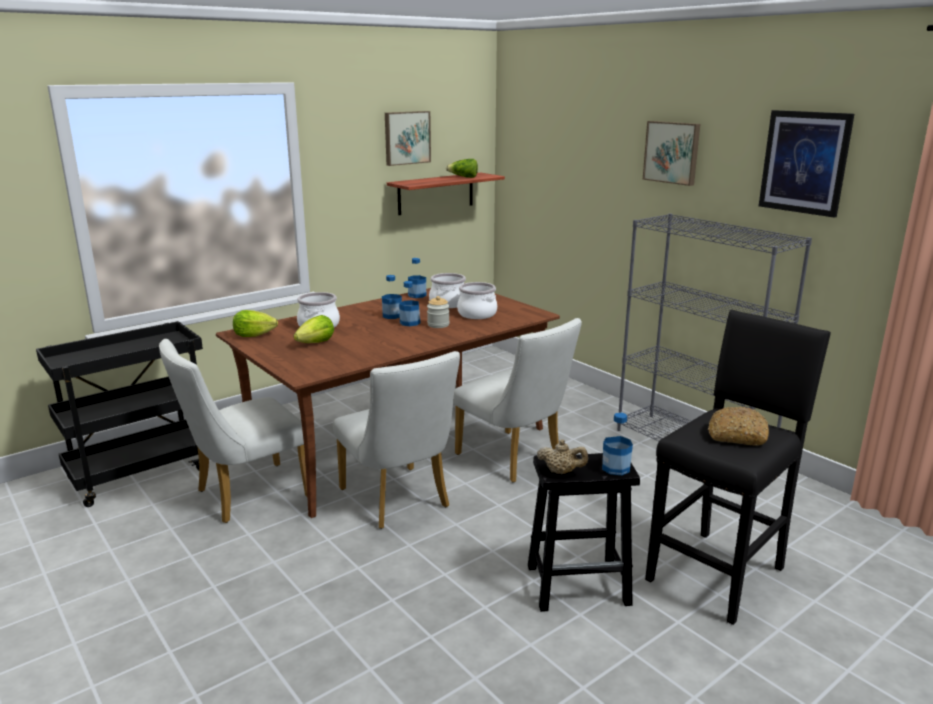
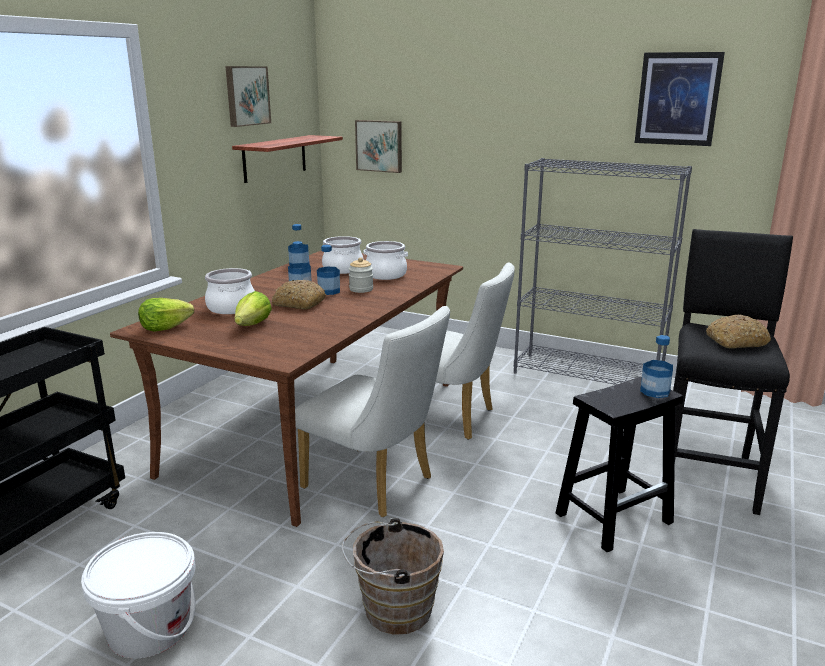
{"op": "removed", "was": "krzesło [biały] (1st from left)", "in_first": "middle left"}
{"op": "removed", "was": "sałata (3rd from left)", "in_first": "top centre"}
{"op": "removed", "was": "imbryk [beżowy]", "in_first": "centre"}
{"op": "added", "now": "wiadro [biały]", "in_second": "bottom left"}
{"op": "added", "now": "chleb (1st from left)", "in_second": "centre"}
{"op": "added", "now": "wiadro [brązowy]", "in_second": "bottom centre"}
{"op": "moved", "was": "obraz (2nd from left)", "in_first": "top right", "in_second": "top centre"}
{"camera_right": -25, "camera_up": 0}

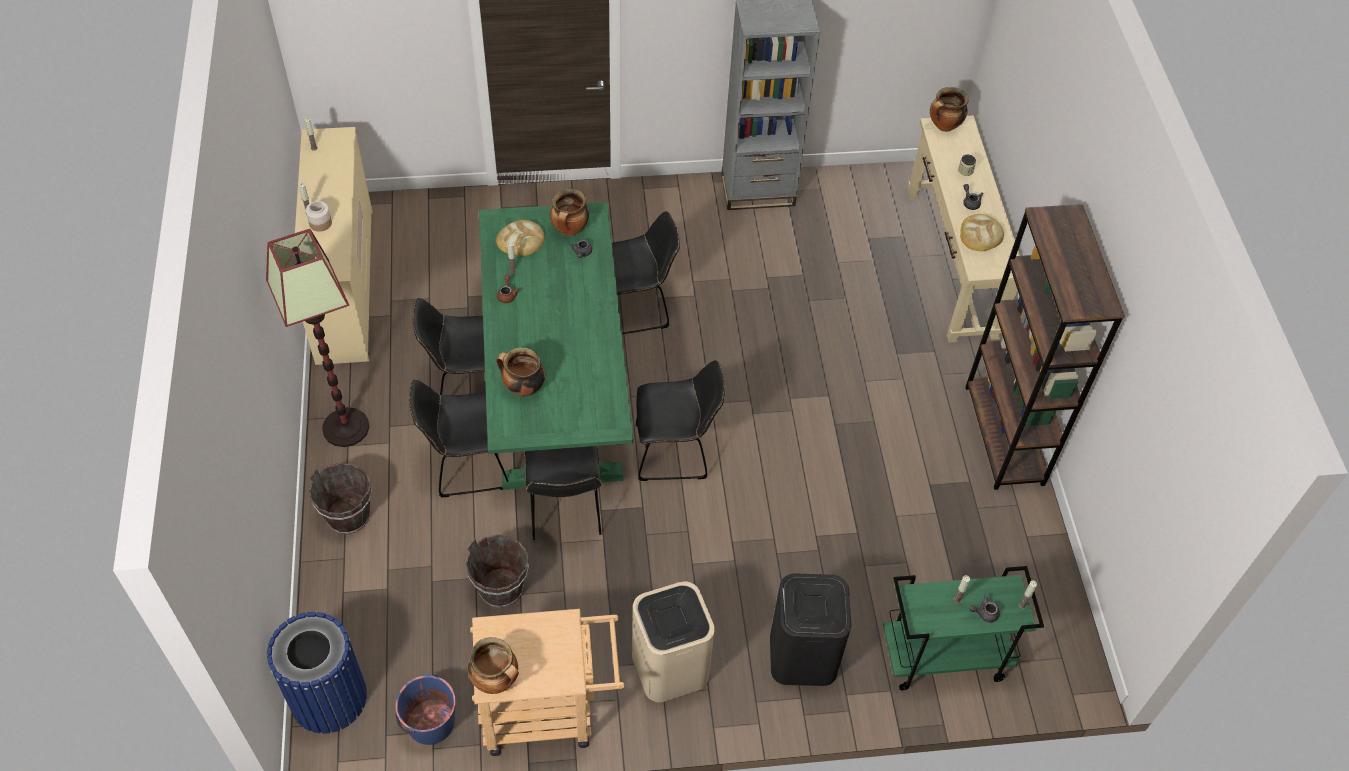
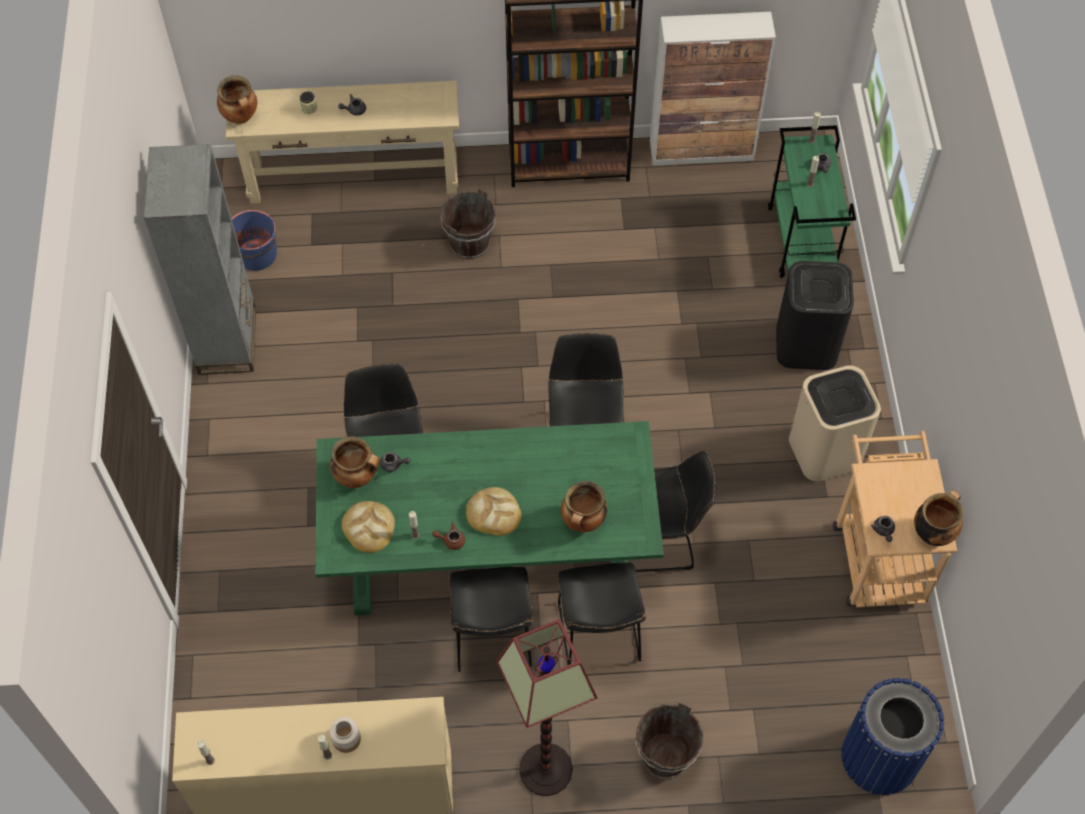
{"op": "added", "now": "szafka", "in_second": "top centre"}
{"op": "added", "now": "imbryk [szary] (4th from left)", "in_second": "middle right"}
{"op": "moved", "was": "wiadro [niebieski]", "in_first": "bottom left", "in_second": "top left"}
{"op": "moved", "was": "wiadro [brązowy] (2nd from left in the first image)", "now": "wiadro [brązowy] (1st from left)", "in_first": "bottom centre", "in_second": "top centre"}
{"op": "moved", "was": "chleb (2nd from left)", "in_first": "top right", "in_second": "centre"}
{"camera_right": -85, "camera_up": 5}

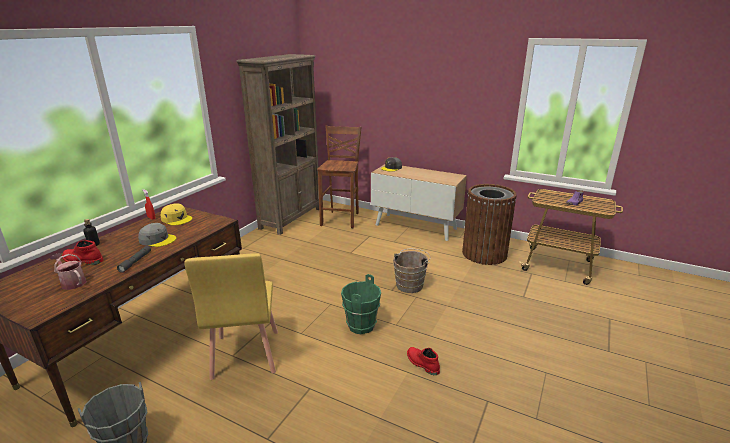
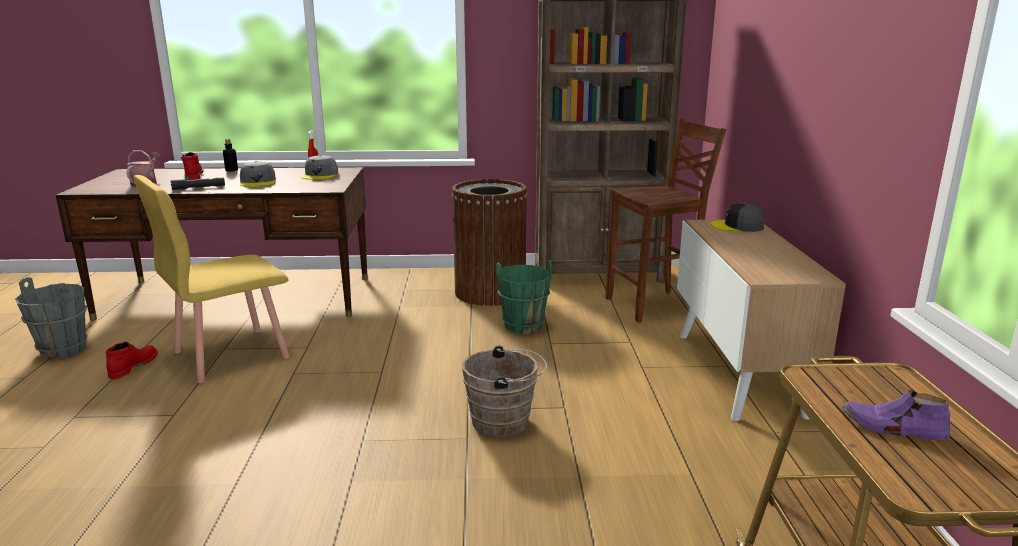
{"op": "moved", "was": "wiadro [zielony]", "in_first": "bottom centre", "in_second": "centre"}
{"op": "moved", "was": "but z cholewką [czerwony] (2nd from left in the first image)", "now": "but z cholewką [czerwony] (1st from left)", "in_first": "bottom centre", "in_second": "middle left"}
{"op": "moved", "was": "kosz na śmieci [brązowy]", "in_first": "middle right", "in_second": "centre"}
{"op": "recoloured", "was": "czapka z daszkiem [żółty]", "now": "czapka z daszkiem [szary] (2nd from left)", "in_first": "middle left", "in_second": "top left"}
{"camera_right": 60, "camera_up": -5}

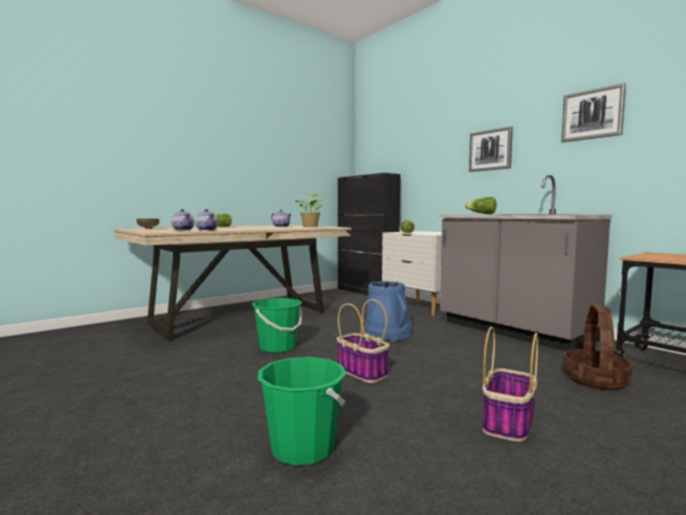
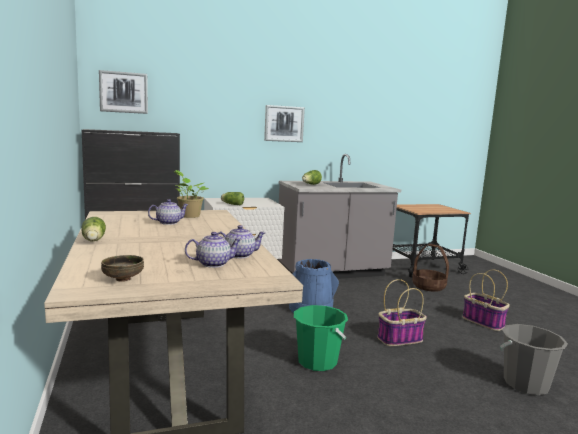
{"op": "moved", "was": "obraz (2nd from left in the first image)", "now": "obraz (1st from left)", "in_first": "top right", "in_second": "top left"}
{"op": "recoloured", "was": "wiadro [zielony] (2nd from left)", "now": "wiadro [szary]", "in_first": "bottom centre", "in_second": "bottom right"}
{"camera_right": -70, "camera_up": 5}

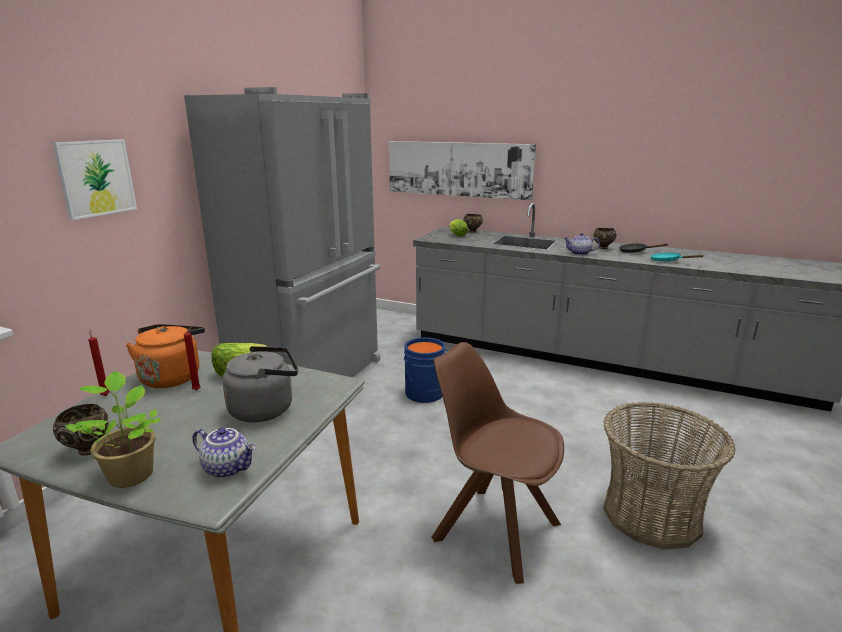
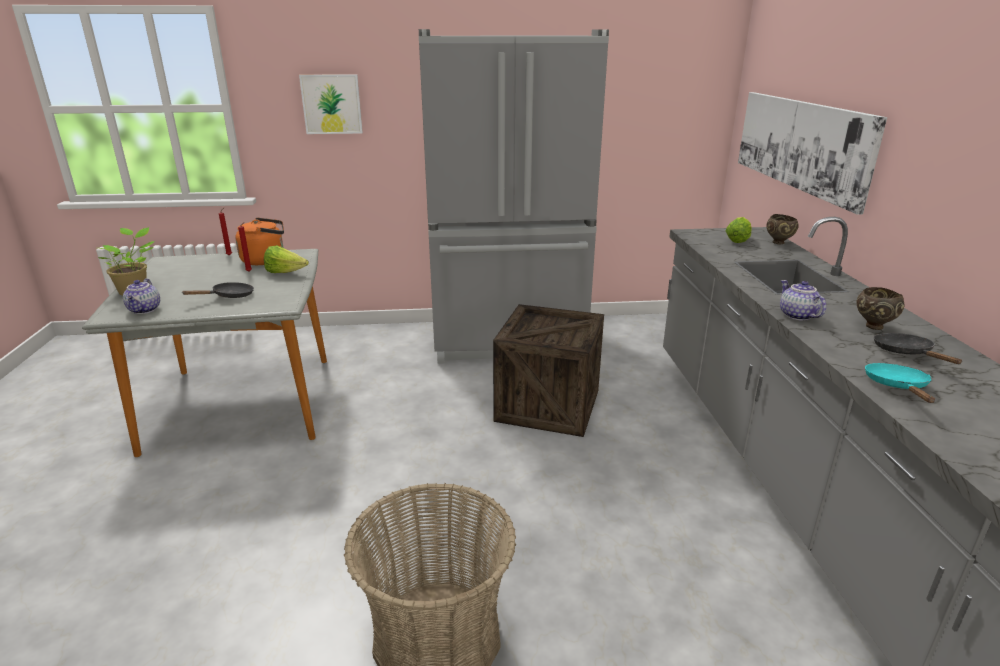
{"op": "removed", "was": "miska [brązowy] (1st from left)", "in_first": "bottom left"}
{"op": "removed", "was": "krzesło [brązowy]", "in_first": "bottom centre"}
{"op": "replaced", "was": "czajnik [szary]", "now": "patelnia [czarny] (1st from left)", "in_first": "middle left", "in_second": "middle left"}
{"op": "replaced", "was": "wiadro [niebieski]", "now": "skrzynka", "in_first": "centre", "in_second": "centre"}
{"camera_right": 60, "camera_up": 5}

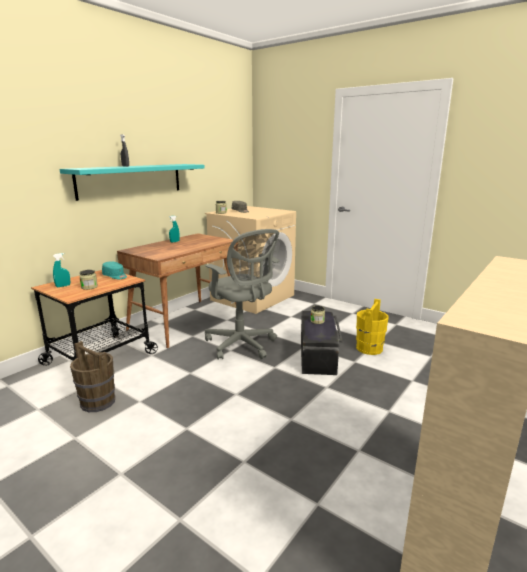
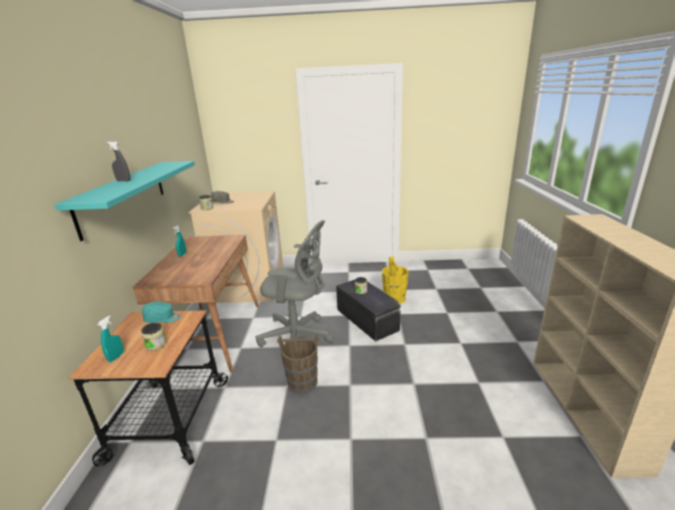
{"op": "moved", "was": "wiadro [brązowy]", "in_first": "middle left", "in_second": "bottom centre"}
{"camera_right": -35, "camera_up": 5}

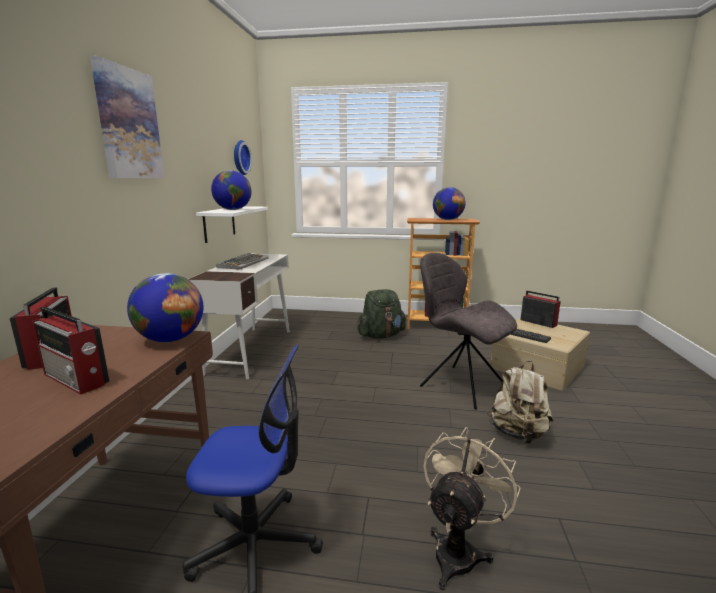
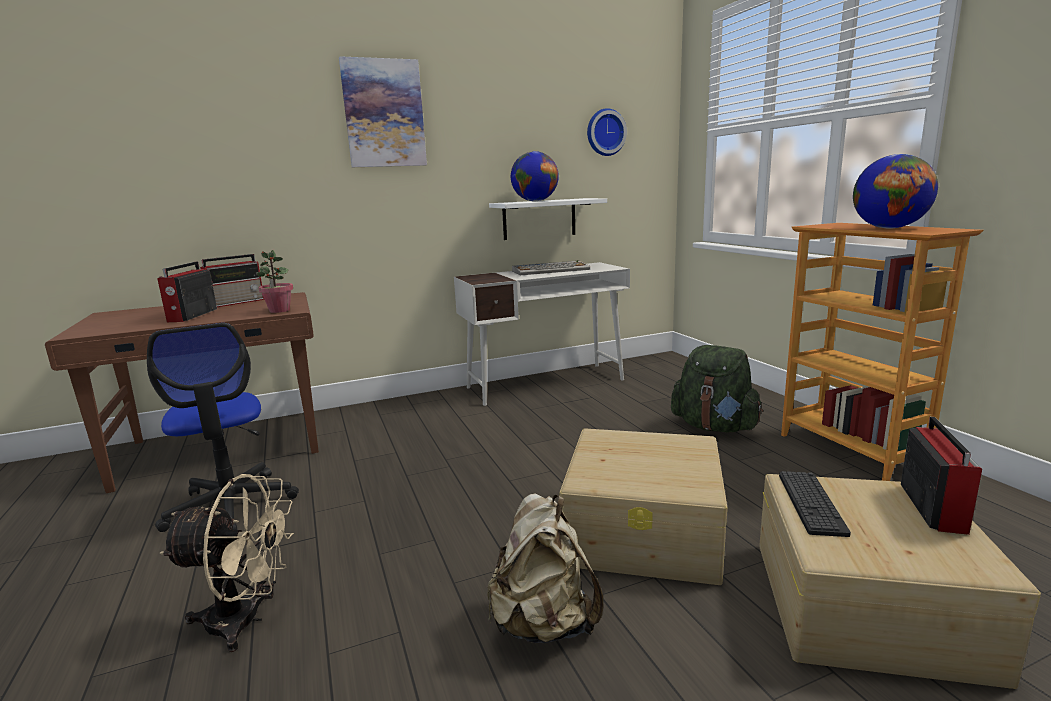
{"op": "replaced", "was": "globus (1st from left)", "now": "roślina doniczkowa", "in_first": "middle left", "in_second": "middle left"}
{"op": "replaced", "was": "krzesło [szary]", "now": "pojemnik do przechowywania [beżowy] (1st from left)", "in_first": "centre", "in_second": "bottom centre"}
{"camera_right": 60, "camera_up": 0}

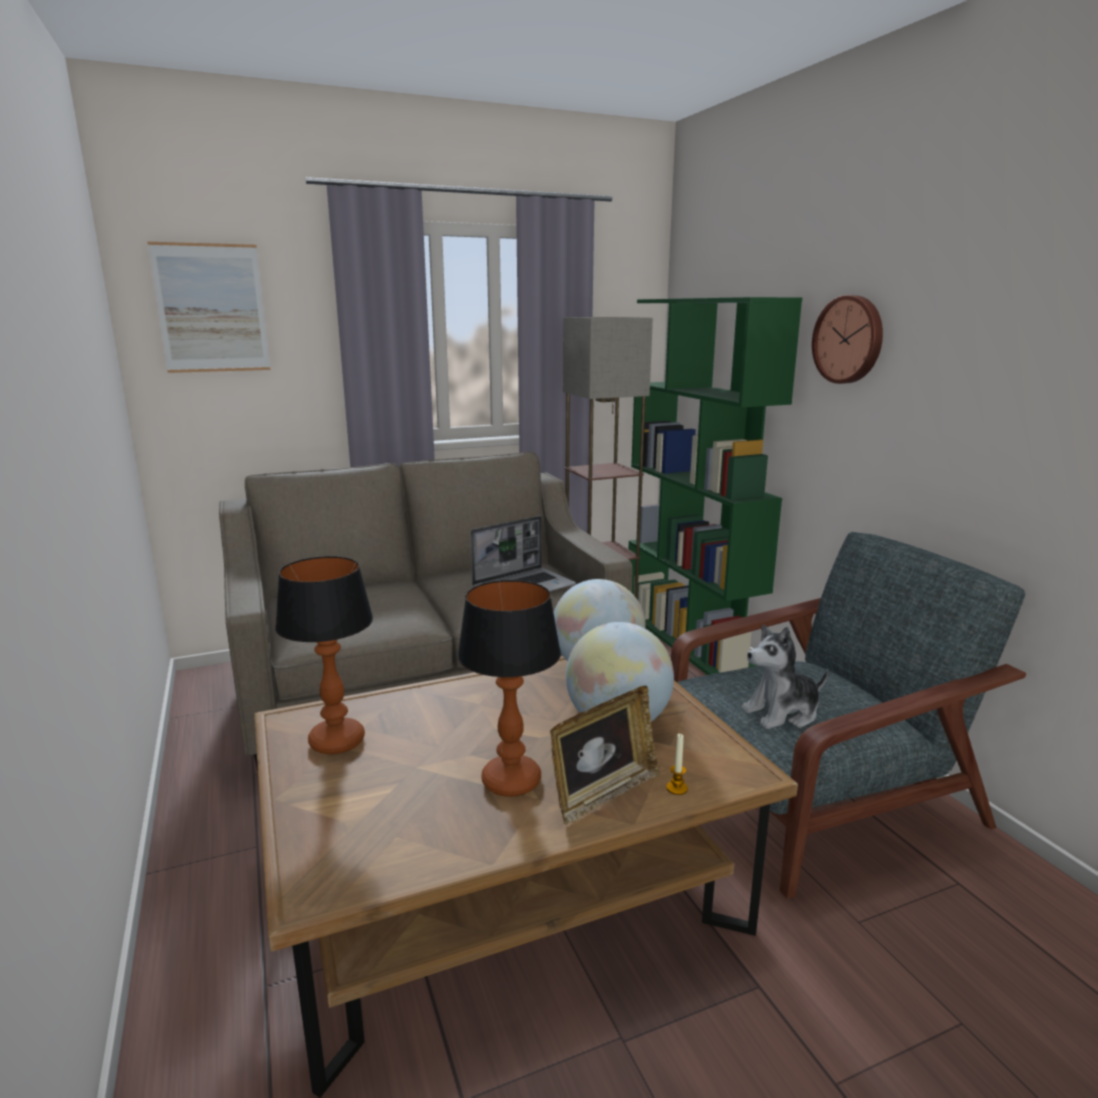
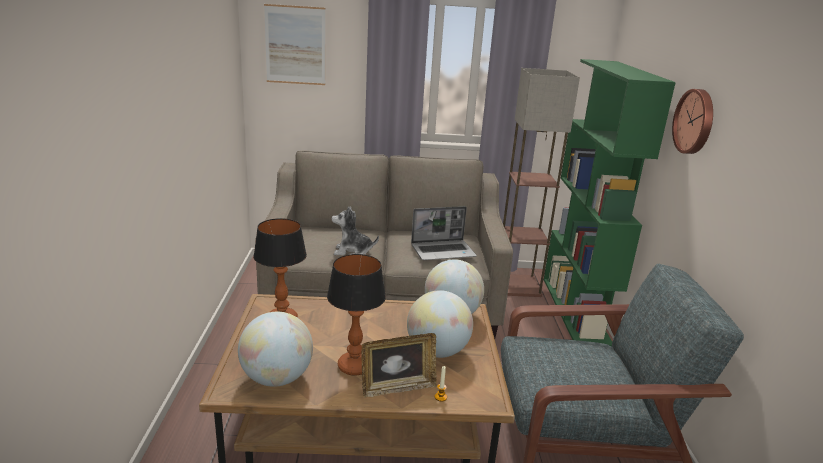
{"op": "added", "now": "globus (1st from left)", "in_second": "bottom centre"}
{"op": "moved", "was": "pluszak", "in_first": "middle right", "in_second": "centre"}
{"camera_right": 20, "camera_up": 5}

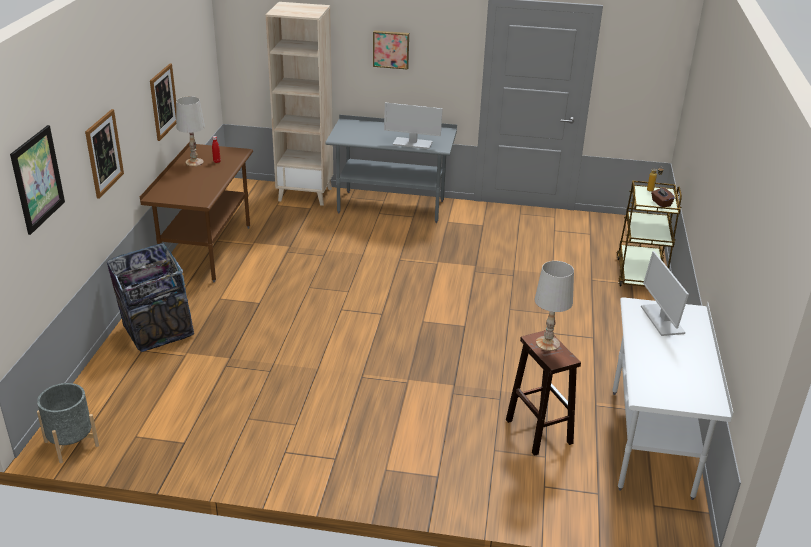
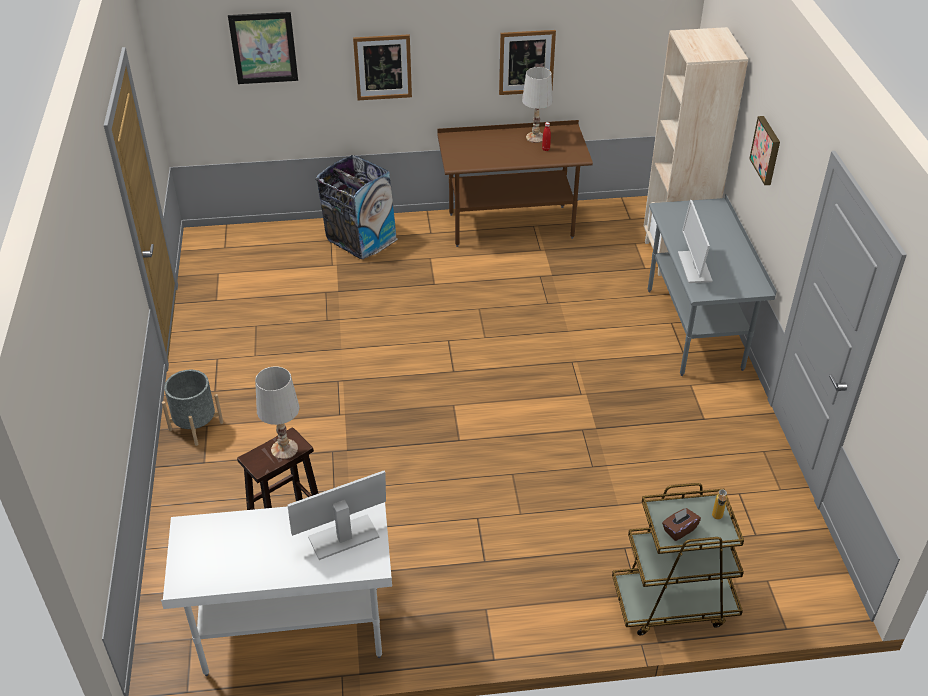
{"op": "moved", "was": "donica [szary]", "in_first": "bottom left", "in_second": "middle left"}
{"camera_right": 75, "camera_up": 10}

